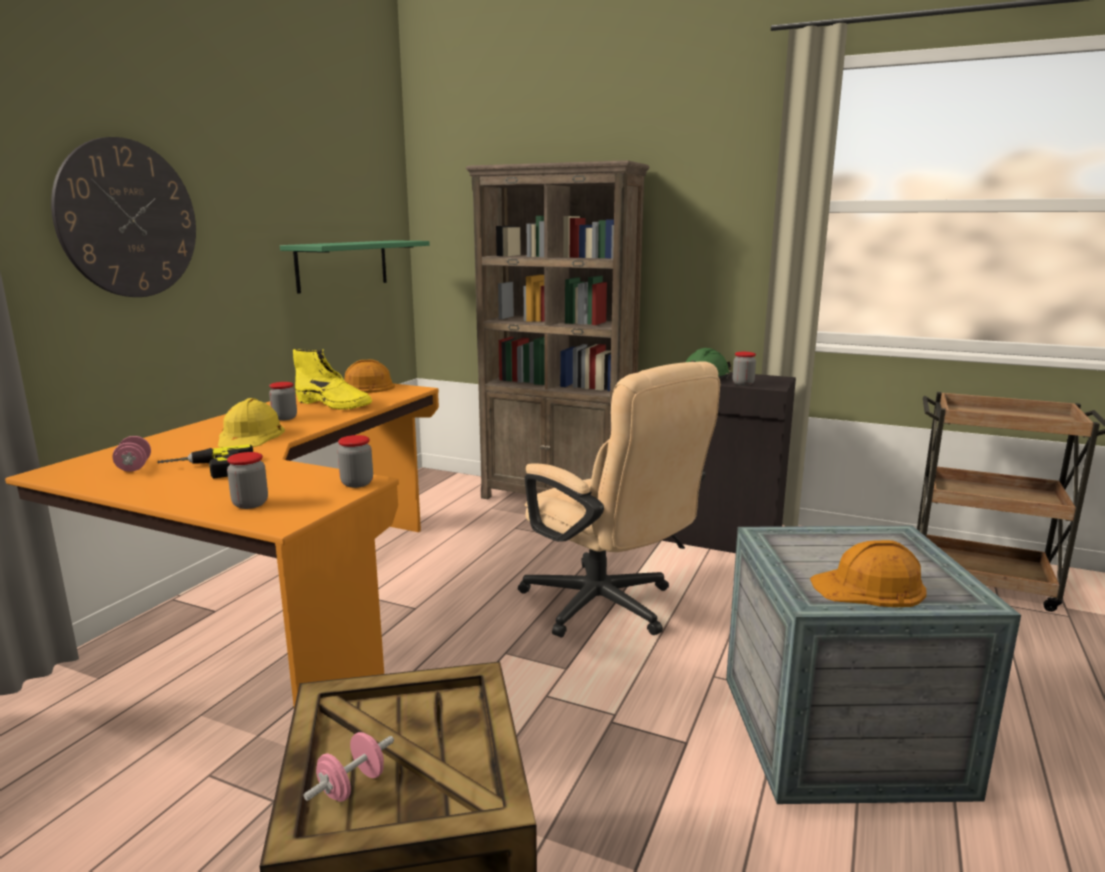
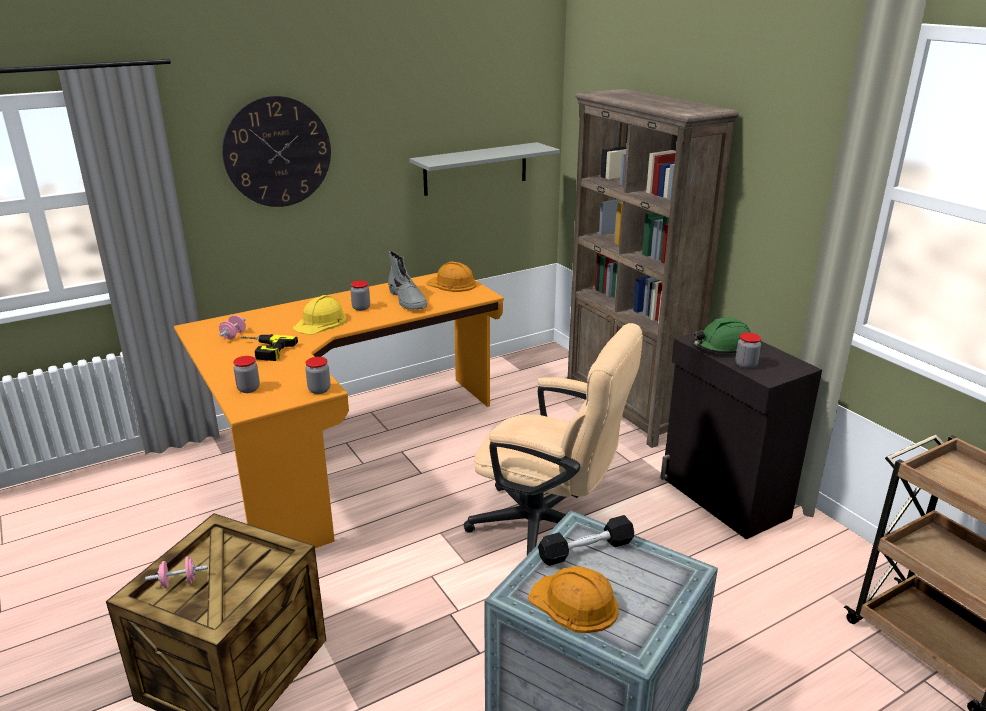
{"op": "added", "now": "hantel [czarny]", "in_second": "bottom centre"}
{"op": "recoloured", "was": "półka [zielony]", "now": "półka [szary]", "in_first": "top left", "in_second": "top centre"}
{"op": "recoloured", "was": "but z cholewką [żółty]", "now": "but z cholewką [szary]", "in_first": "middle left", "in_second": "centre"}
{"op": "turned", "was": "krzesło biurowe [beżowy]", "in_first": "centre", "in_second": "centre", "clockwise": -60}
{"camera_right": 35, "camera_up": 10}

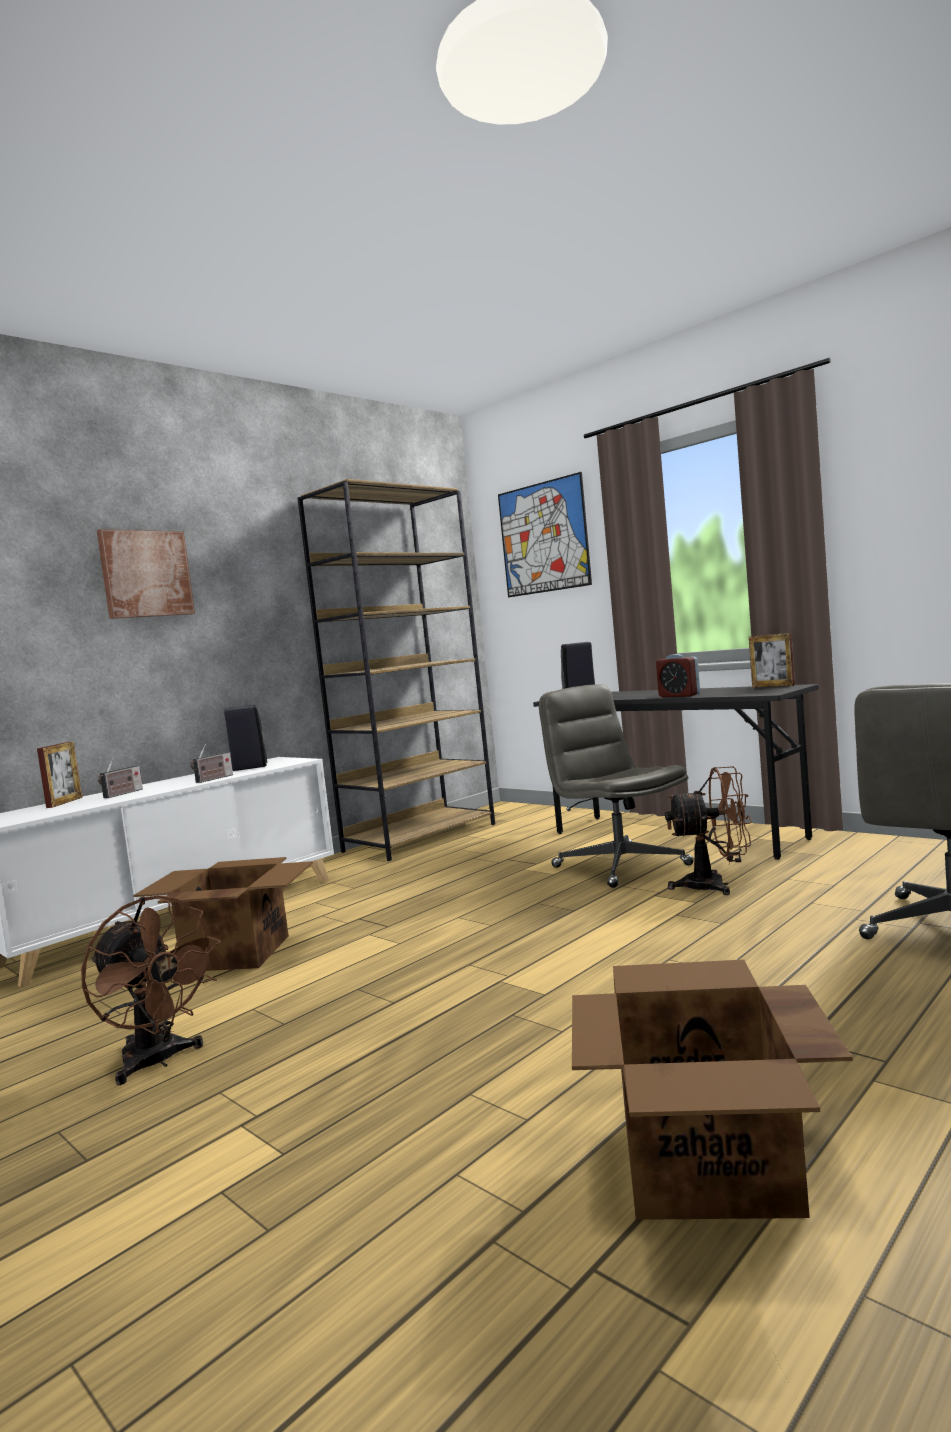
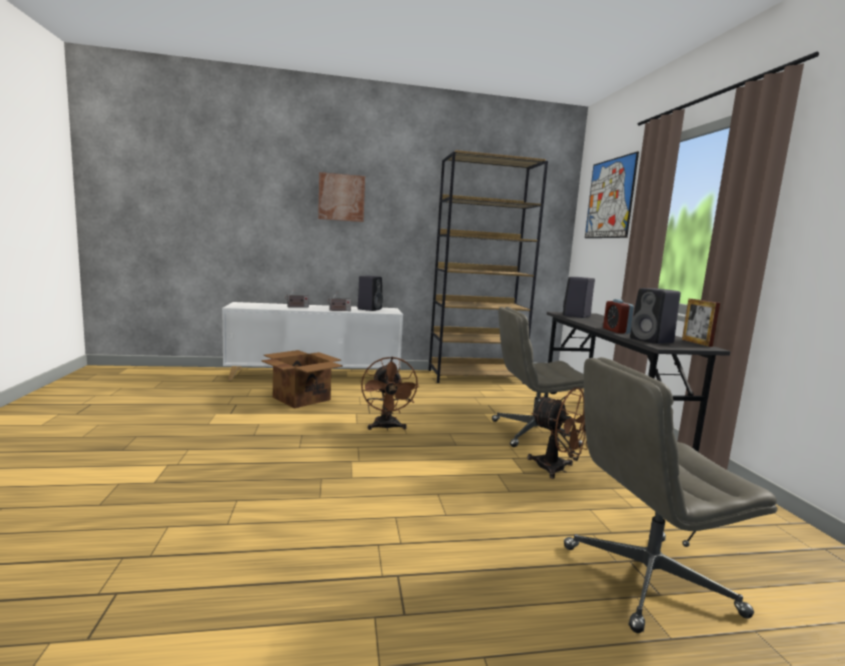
{"op": "removed", "was": "ramka na zdjęcie (1st from left)", "in_first": "middle left"}
{"op": "removed", "was": "karton (2nd from left)", "in_first": "bottom right"}
{"op": "added", "now": "głośnik [czarny] (3rd from left)", "in_second": "middle right"}
{"op": "moved", "was": "wentylator [brązowy] (1st from left)", "in_first": "bottom left", "in_second": "centre"}
{"op": "turned", "was": "krzesło biurowe [szary] (1st from left)", "in_first": "centre", "in_second": "centre", "clockwise": -105}
{"camera_right": 35, "camera_up": 5}

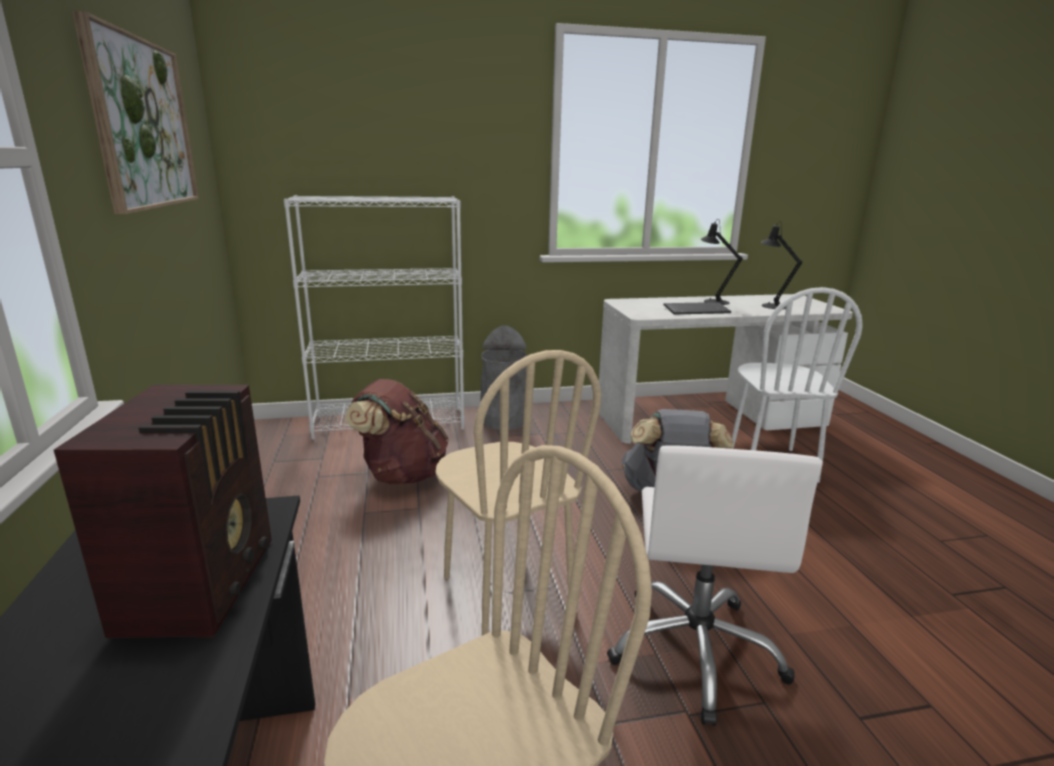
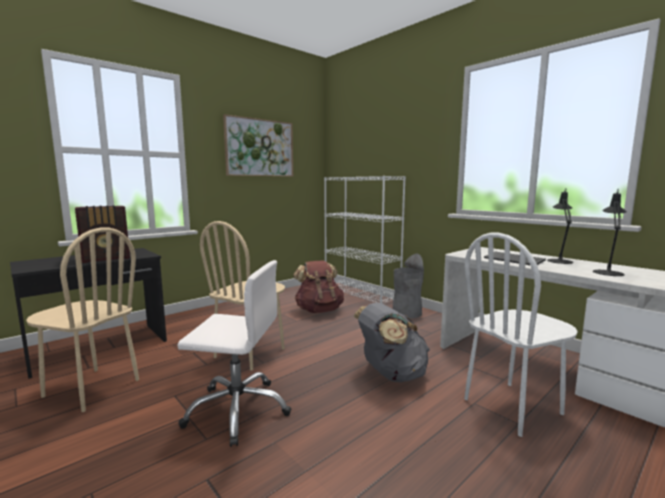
{"op": "turned", "was": "krzesło biurowe [biały]", "in_first": "bottom right", "in_second": "bottom centre", "clockwise": -150}
{"camera_right": 60, "camera_up": -10}

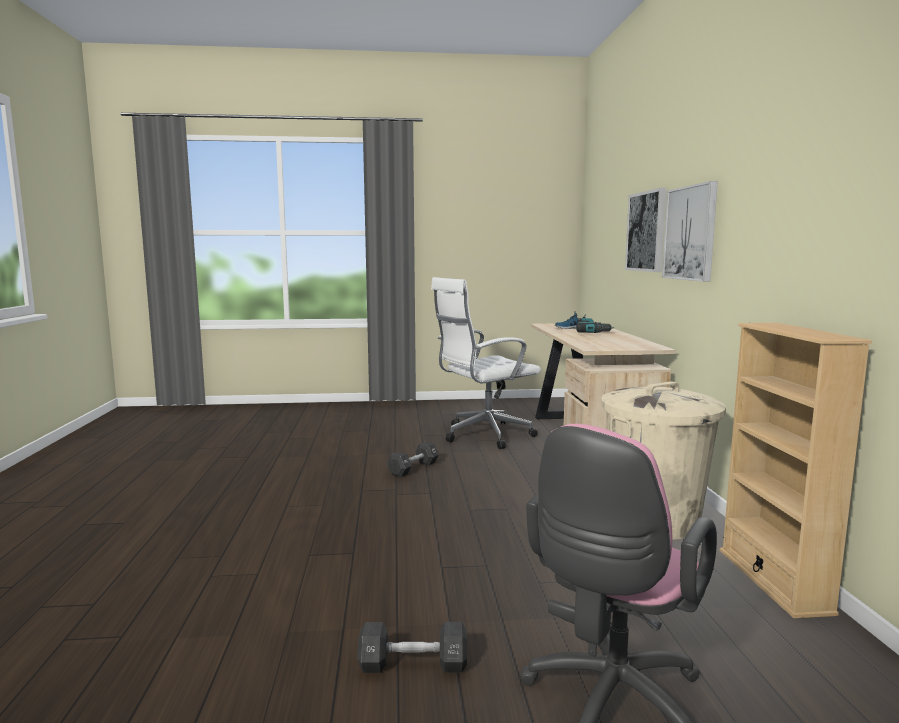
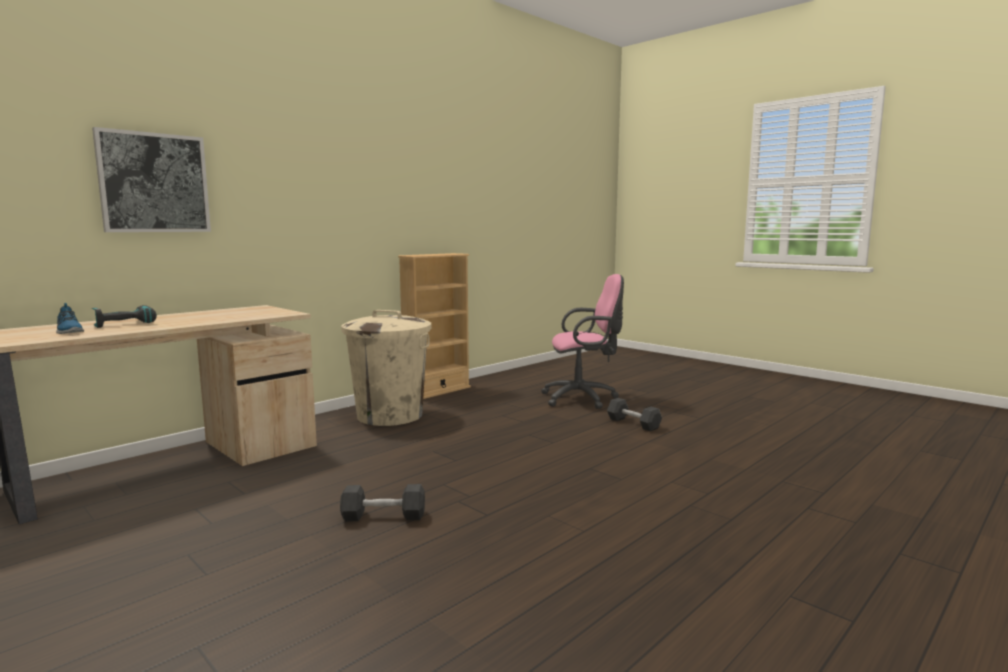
{"op": "removed", "was": "krzesło biurowe [biały]", "in_first": "centre"}
{"op": "removed", "was": "obraz (2nd from left)", "in_first": "top right"}
{"camera_right": -130, "camera_up": 0}

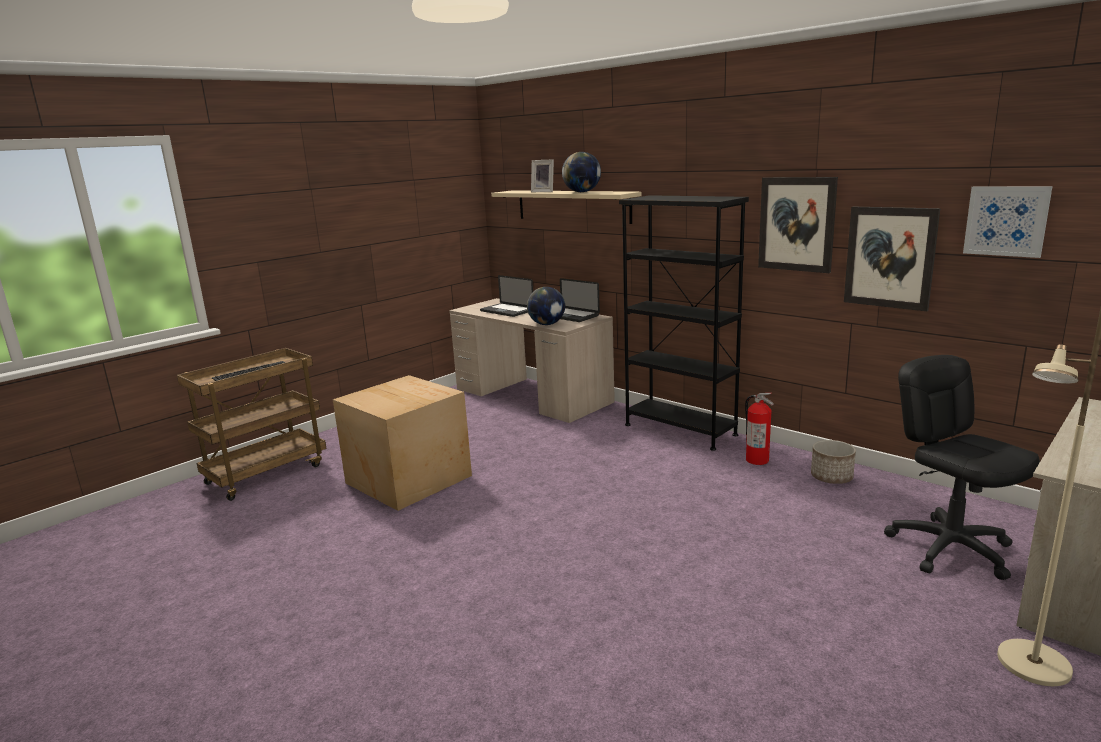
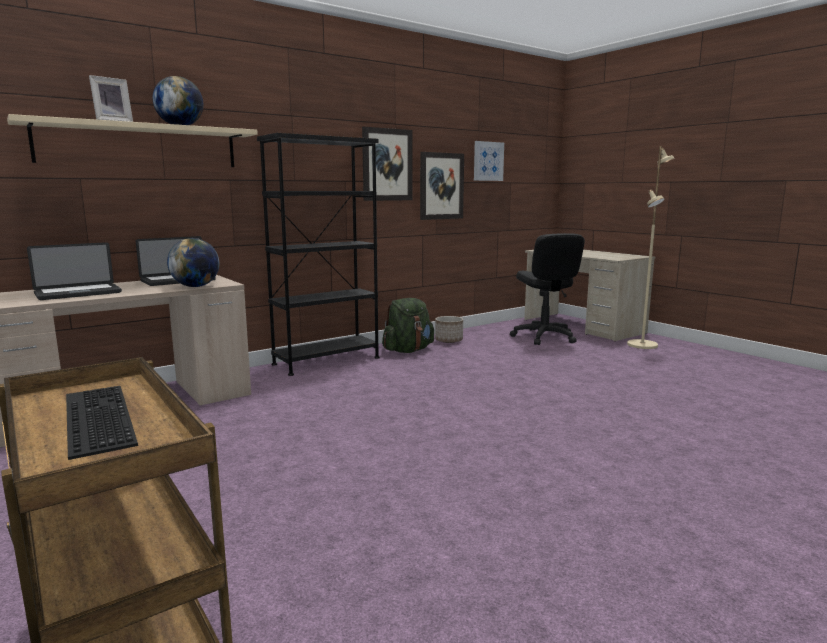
{"op": "removed", "was": "karton", "in_first": "centre"}
{"op": "replaced", "was": "gaśnica", "now": "plecak [zielony]", "in_first": "middle right", "in_second": "centre"}
{"op": "turned", "was": "krzesło biurowe [czarny]", "in_first": "middle right", "in_second": "centre", "clockwise": -90}
{"camera_right": -80, "camera_up": -5}

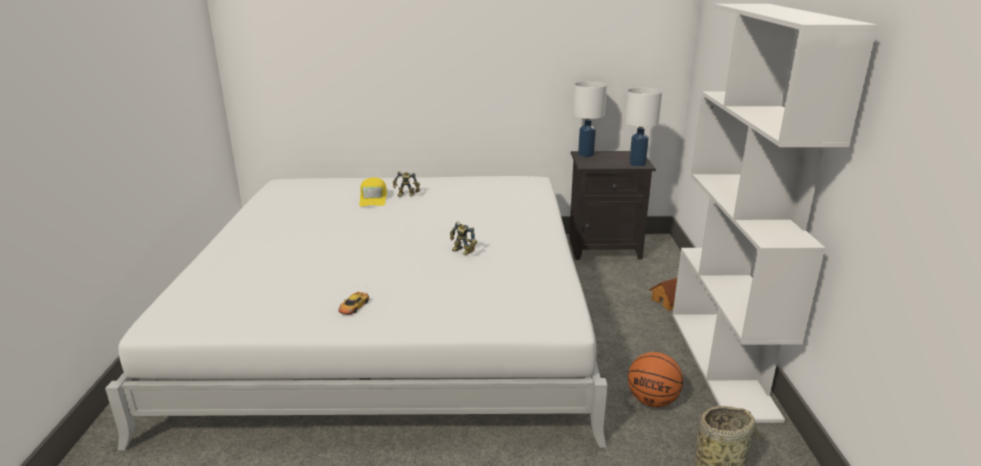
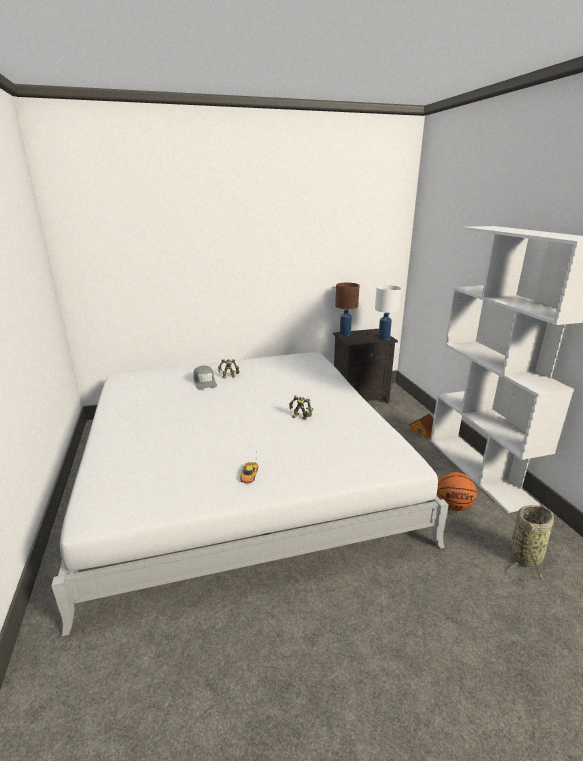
{"op": "recoloured", "was": "czapka z daszkiem [żółty]", "now": "czapka z daszkiem [szary]", "in_first": "centre", "in_second": "centre"}
{"op": "recoloured", "was": "lampa stołowa [biały] (1st from left)", "now": "lampa stołowa [brązowy]", "in_first": "top centre", "in_second": "centre"}
{"camera_right": -15, "camera_up": 0}

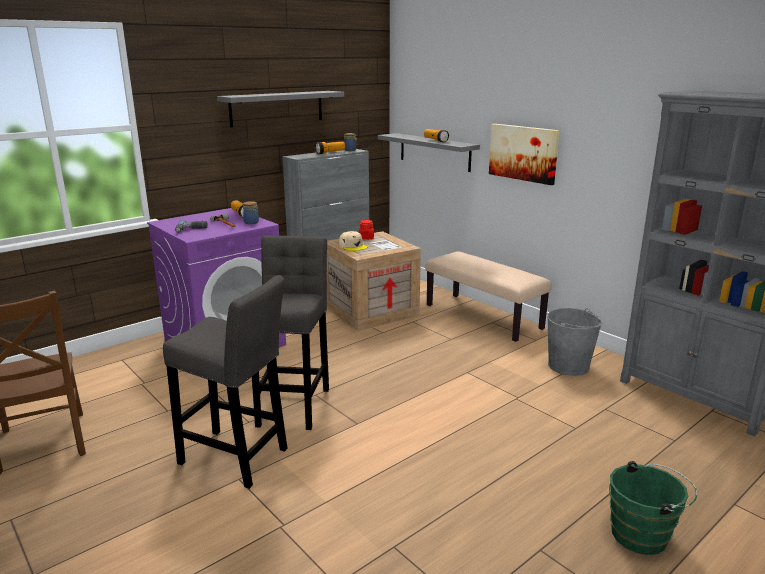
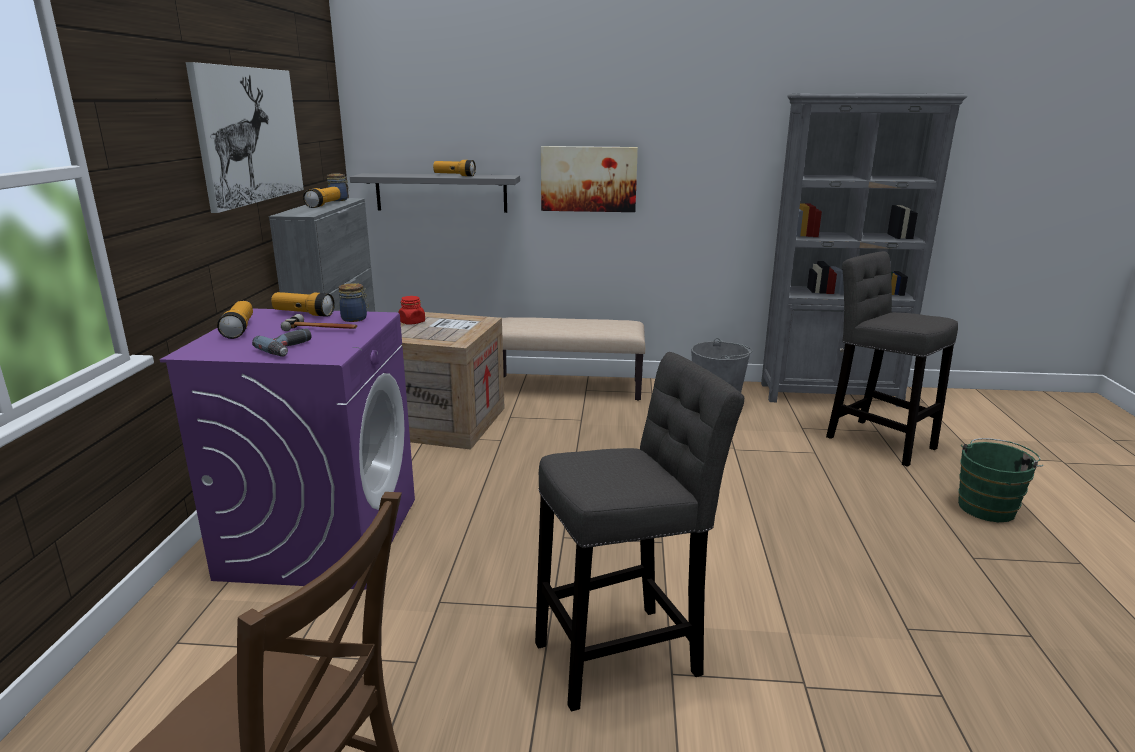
{"op": "removed", "was": "czapka z daszkiem [beżowy]", "in_first": "centre"}
{"op": "added", "now": "latarka (1st from left)", "in_second": "middle left"}
{"op": "moved", "was": "stołek [szary] (2nd from left)", "in_first": "centre", "in_second": "middle right"}
{"op": "replaced", "was": "półka [szary] (1st from left)", "now": "obraz (1st from left)", "in_first": "top centre", "in_second": "top left"}
{"camera_right": -45, "camera_up": 0}

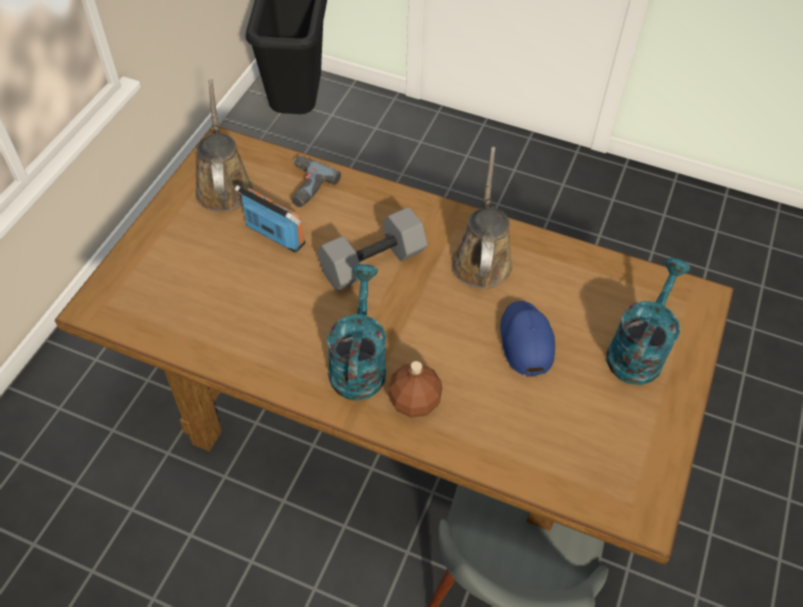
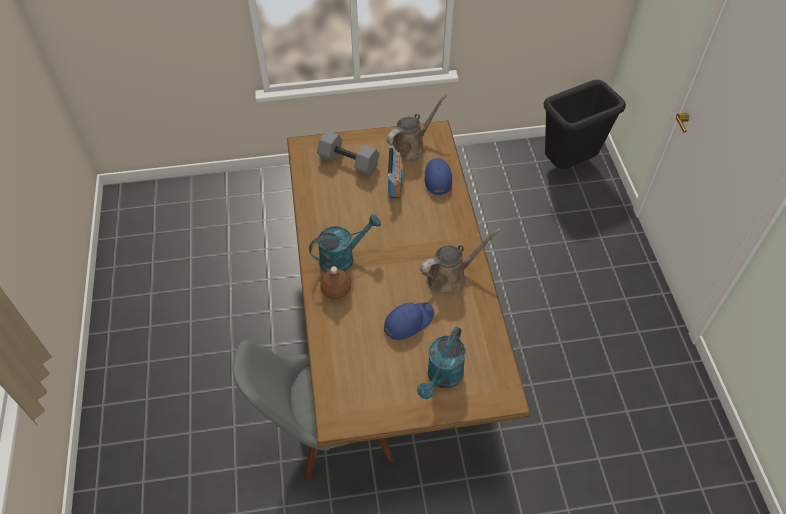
{"op": "moved", "was": "hantel [szary]", "in_first": "centre", "in_second": "top centre"}
{"op": "replaced", "was": "wiertarka", "now": "czapka z daszkiem [niebieski] (2nd from left)", "in_first": "top centre", "in_second": "centre"}
{"op": "turned", "was": "konewka [turkusowy] (2nd from left)", "in_first": "middle right", "in_second": "bottom centre", "clockwise": 120}
{"camera_right": 60, "camera_up": 0}

